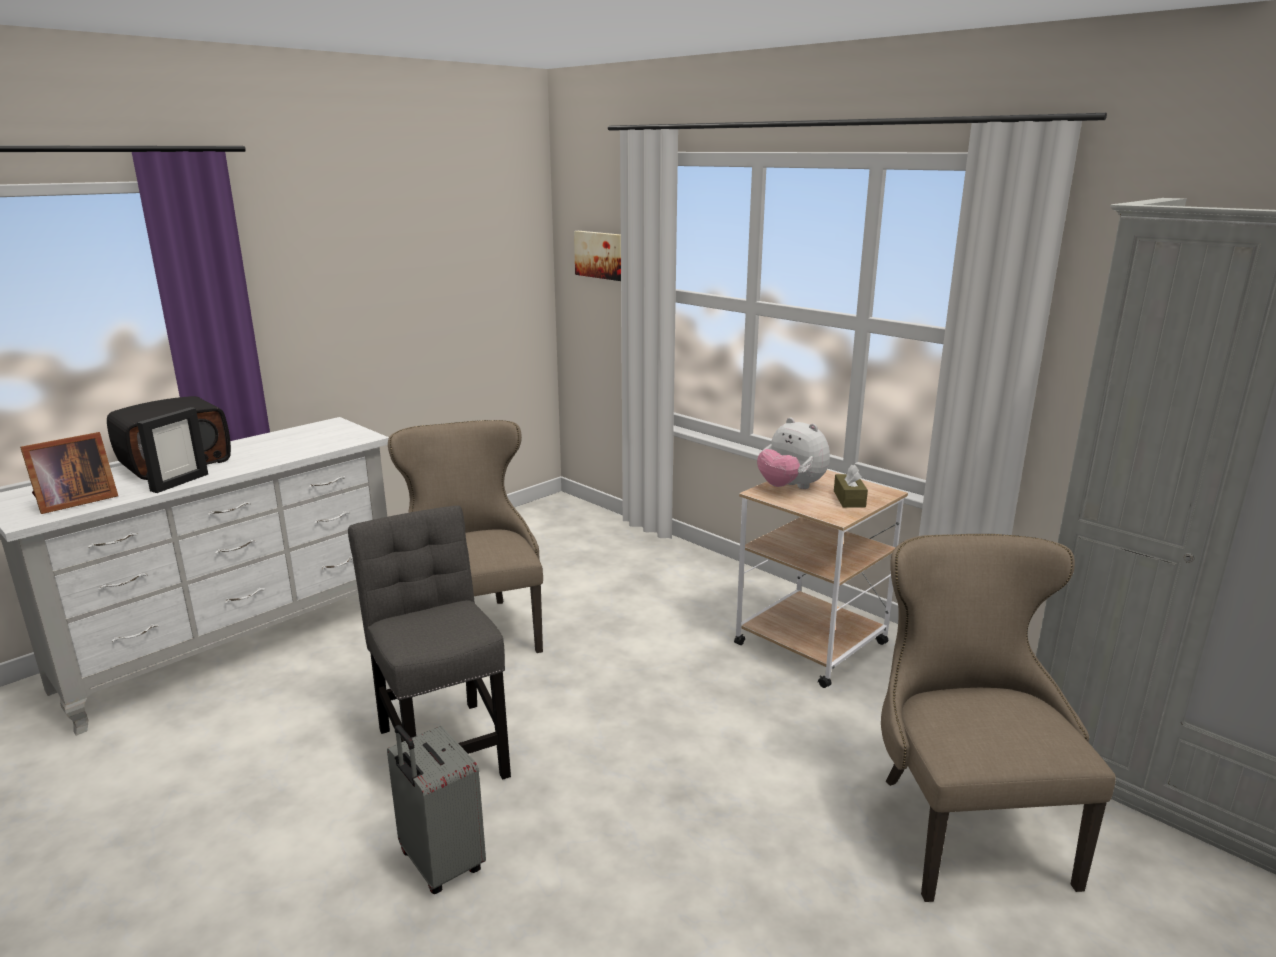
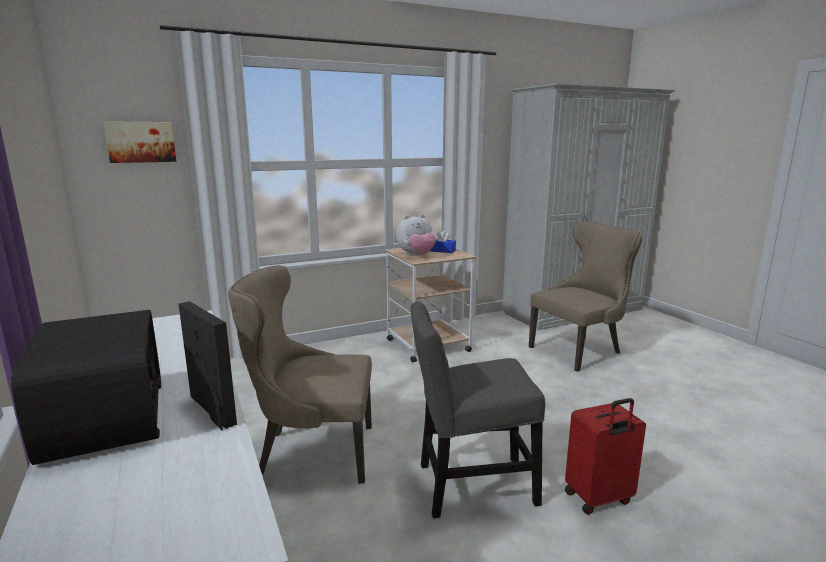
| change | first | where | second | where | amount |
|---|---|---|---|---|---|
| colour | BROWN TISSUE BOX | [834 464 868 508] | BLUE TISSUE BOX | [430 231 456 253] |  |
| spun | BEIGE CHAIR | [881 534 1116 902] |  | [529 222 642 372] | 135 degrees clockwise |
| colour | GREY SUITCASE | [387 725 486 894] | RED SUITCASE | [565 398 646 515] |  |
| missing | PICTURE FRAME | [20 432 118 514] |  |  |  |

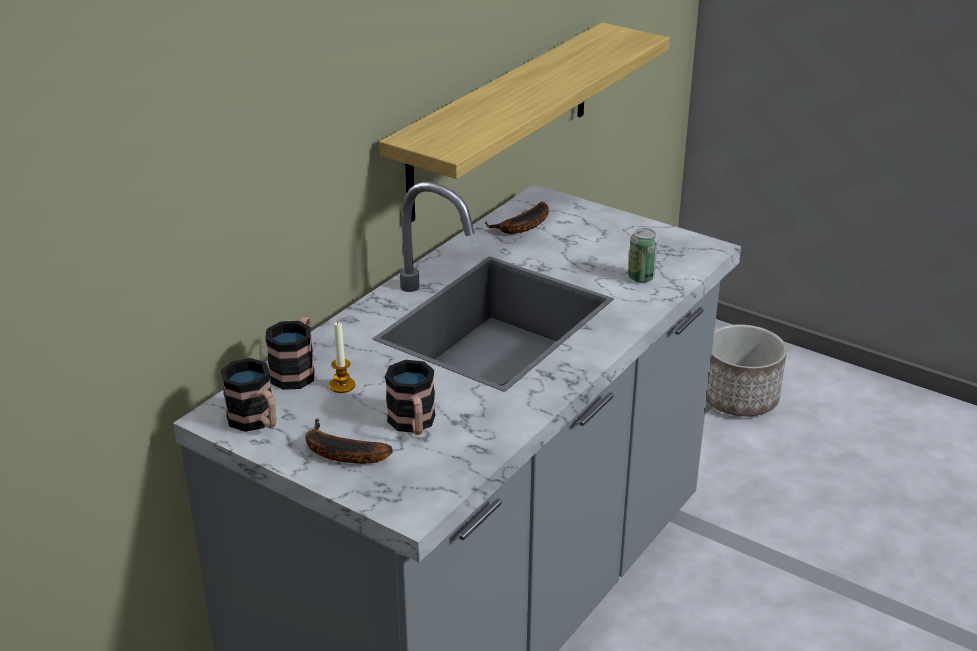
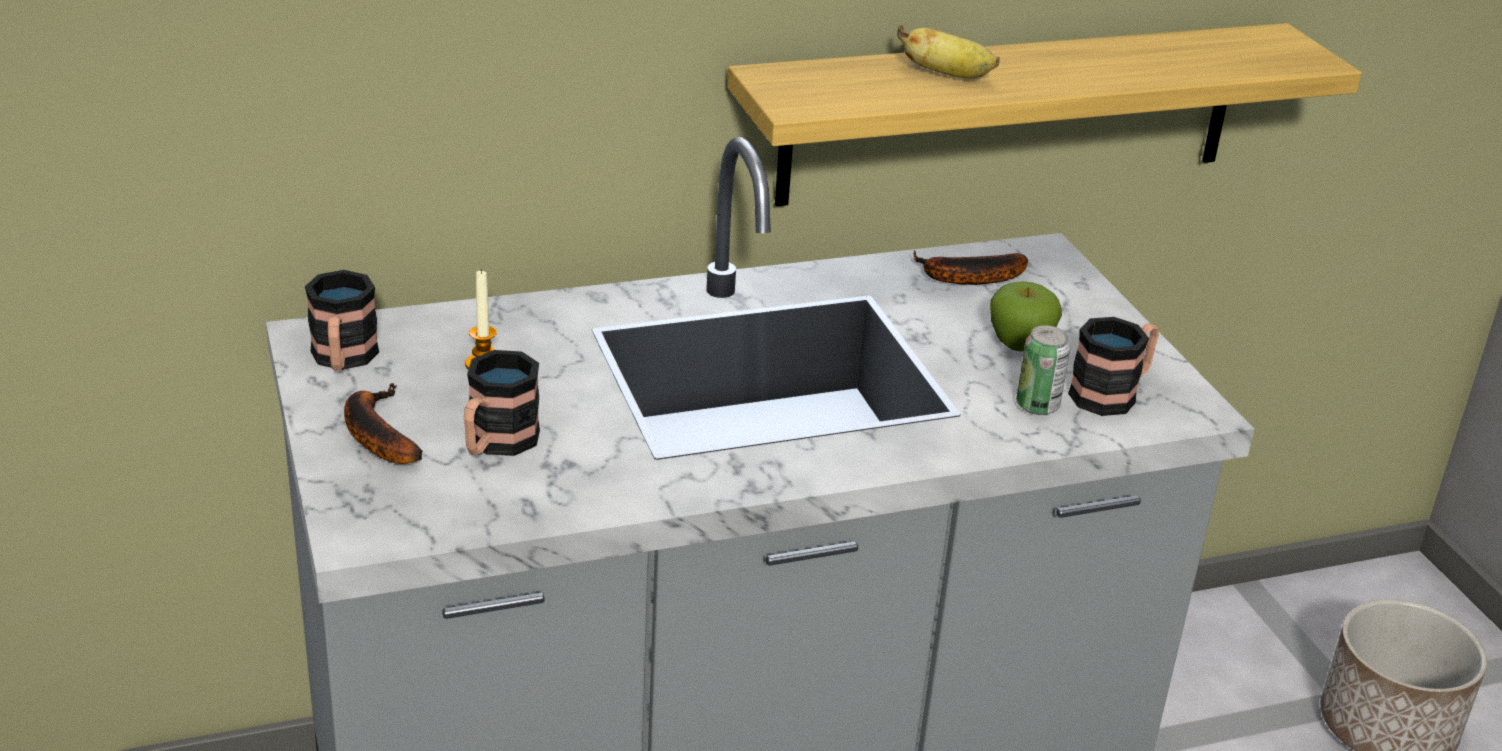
| change | first | where | second | where | amount |
|---|---|---|---|---|---|
| appeared |  |  | BANANA | [897 25 1000 78] |  |
| appeared |  |  | APPLE | [990 281 1062 351] |  |
| relocated | MUG | [265 316 315 390] |  | [1068 317 1159 416] |  |

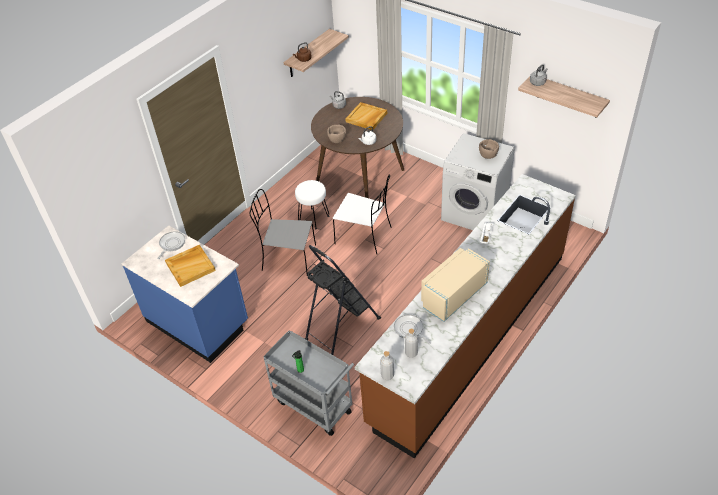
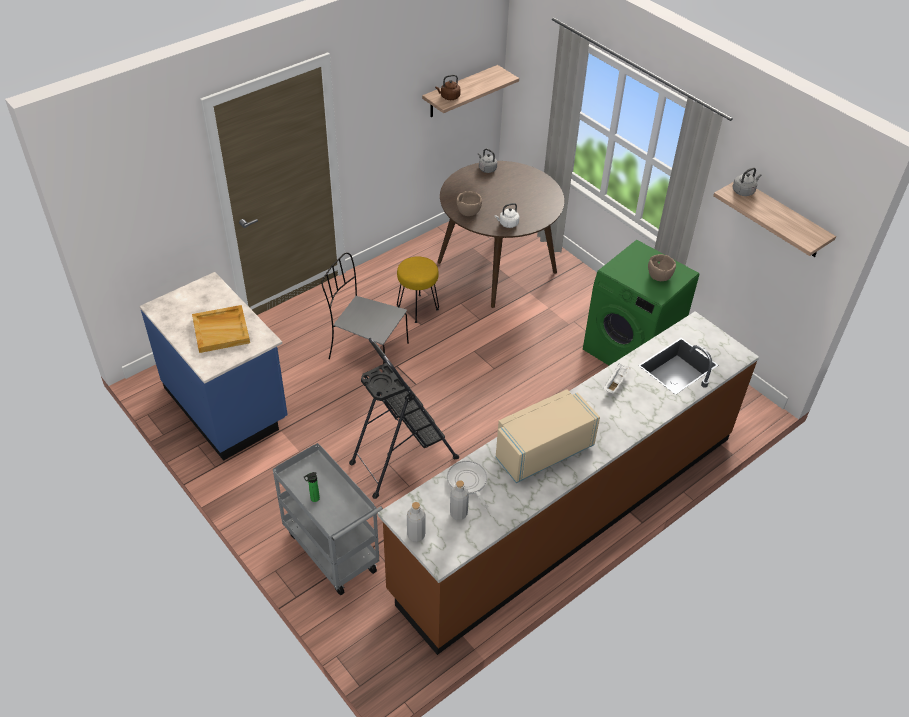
| change | first | where | second | where | amount |
|---|---|---|---|---|---|
| colour | WHITE STOOL | [295 180 329 229] | YELLOW STOOL | [397 256 439 323] |  |
| colour | WHITE WASHING MACHINE | [441 133 515 230] | GREEN WASHING MACHINE | [583 240 700 365] |  |
| missing | FRYING PAN | [157 231 185 259] |  |  |  |
| missing | WHITE CHAIR | [333 174 392 254] |  |  |  |
| missing | BEIGE TRAY | [345 102 387 130] |  |  |  |

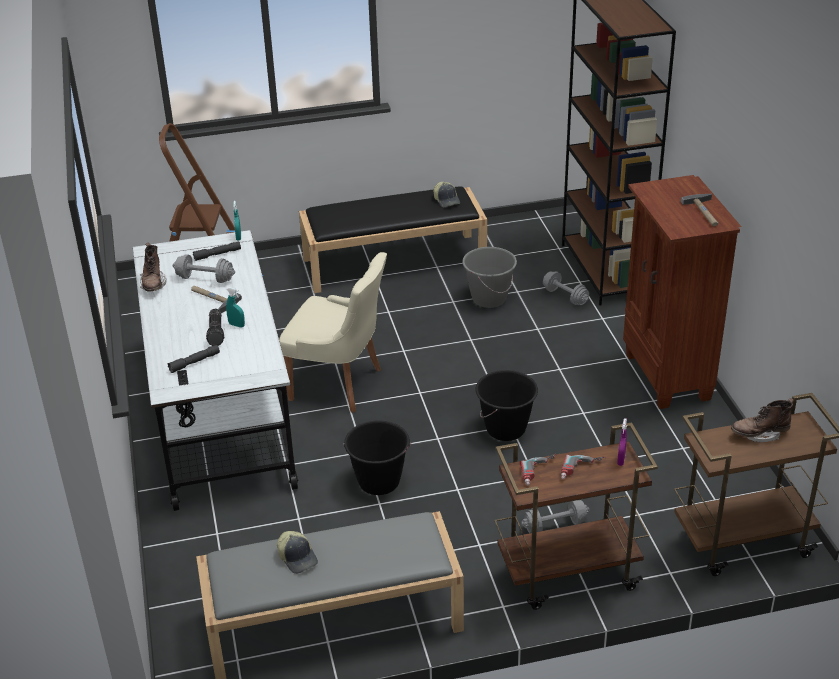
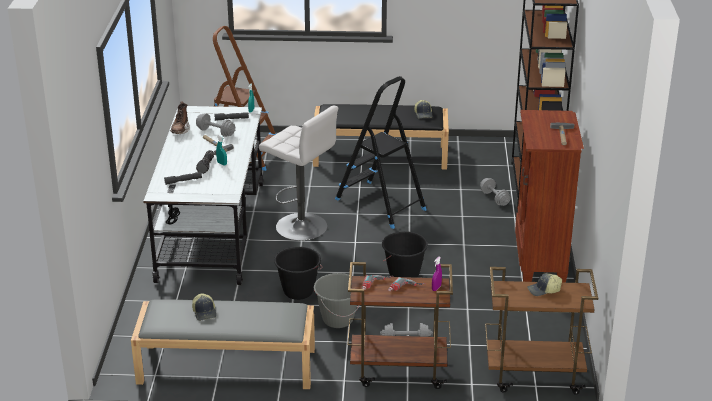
| change | first | where | second | where | amount |
|---|---|---|---|---|---|
| exchanged | BEIGE CHAIR | [279 252 387 413] | WHITE STOOL | [259 105 338 241] |  |
| relocated | GREY BUCKET | [462 247 517 308] |  | [314 273 359 328] |  |
| appeared |  |  | BLACK STEP LADDER | [335 76 426 229] |  |
| exchanged | BROWN BOOT | [731 398 794 442] | CAP | [527 274 562 296] |  |

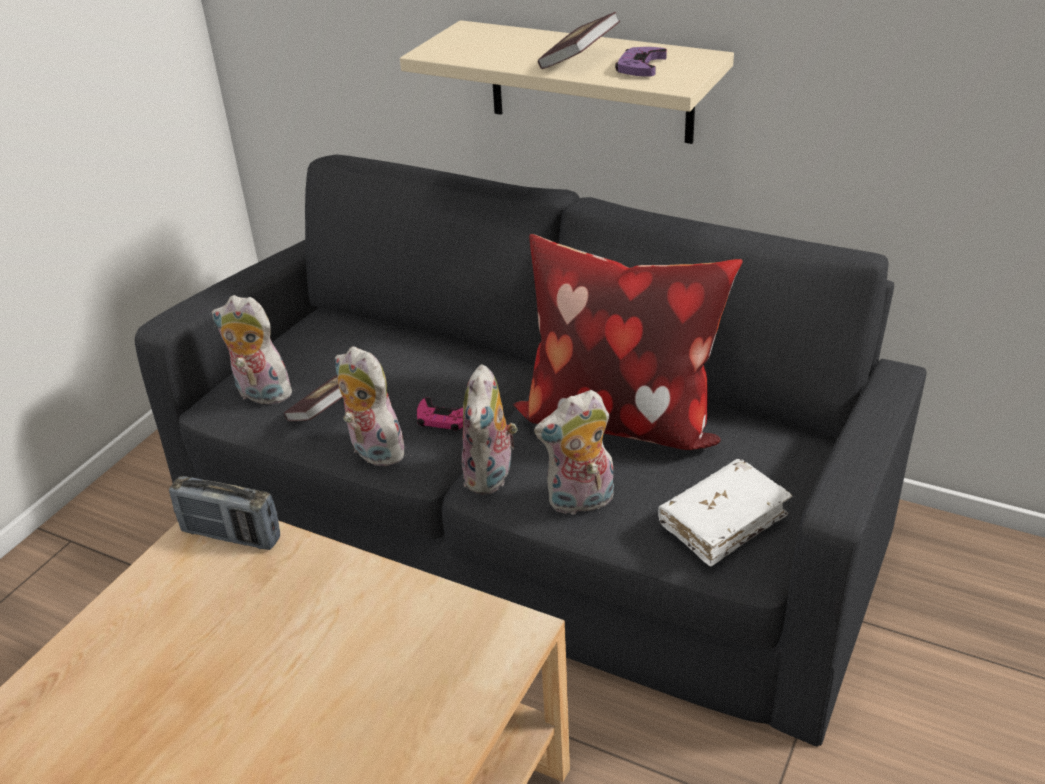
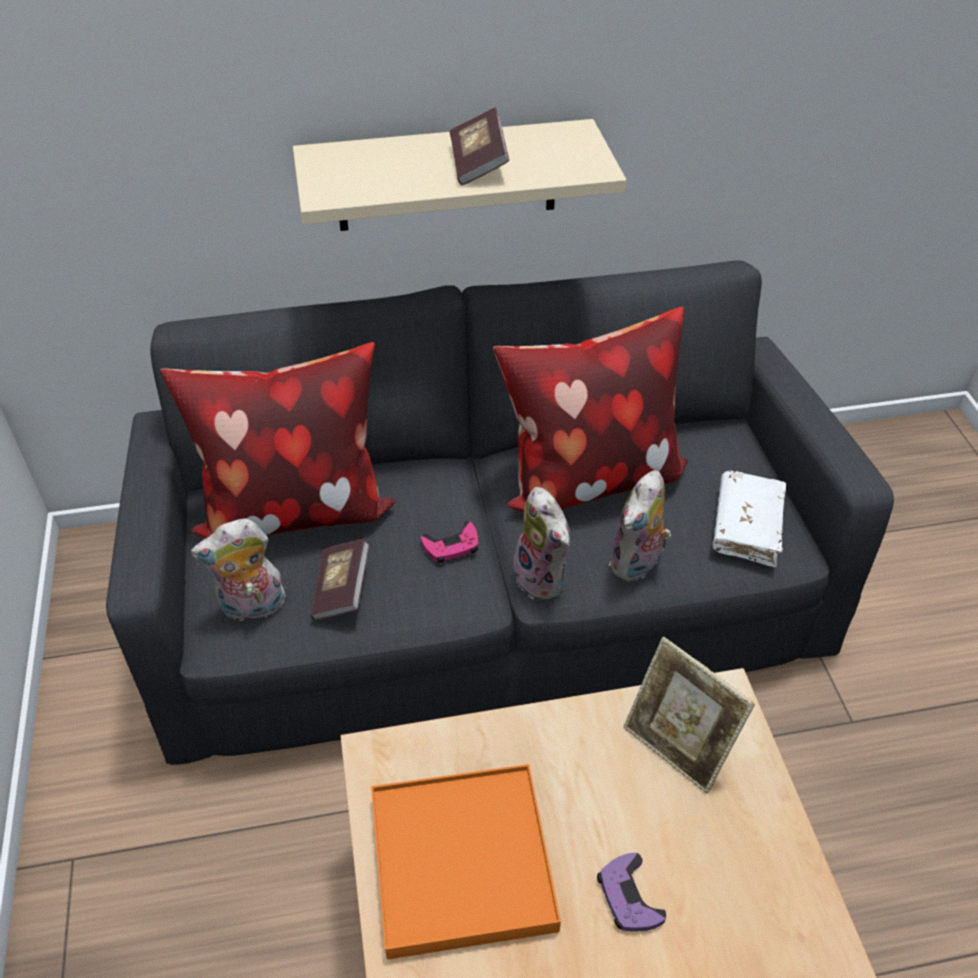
| change | first | where | second | where | amount |
|---|---|---|---|---|---|
| appeared |  |  | PILLOW | [160 342 395 539] |  |
| appeared |  |  | ORANGE TRAY | [371 764 561 960] |  |
| relocated | PURPLE GAME CONTROLLER | [615 47 667 77] |  | [597 853 666 931] |  |
| appeared |  |  | PICTURE FRAME | [623 637 755 794] |  |
| missing | RADIO | [169 476 280 550] |  |  |  |
| missing | PLUSH TOY | [335 346 409 466] |  |  |  |

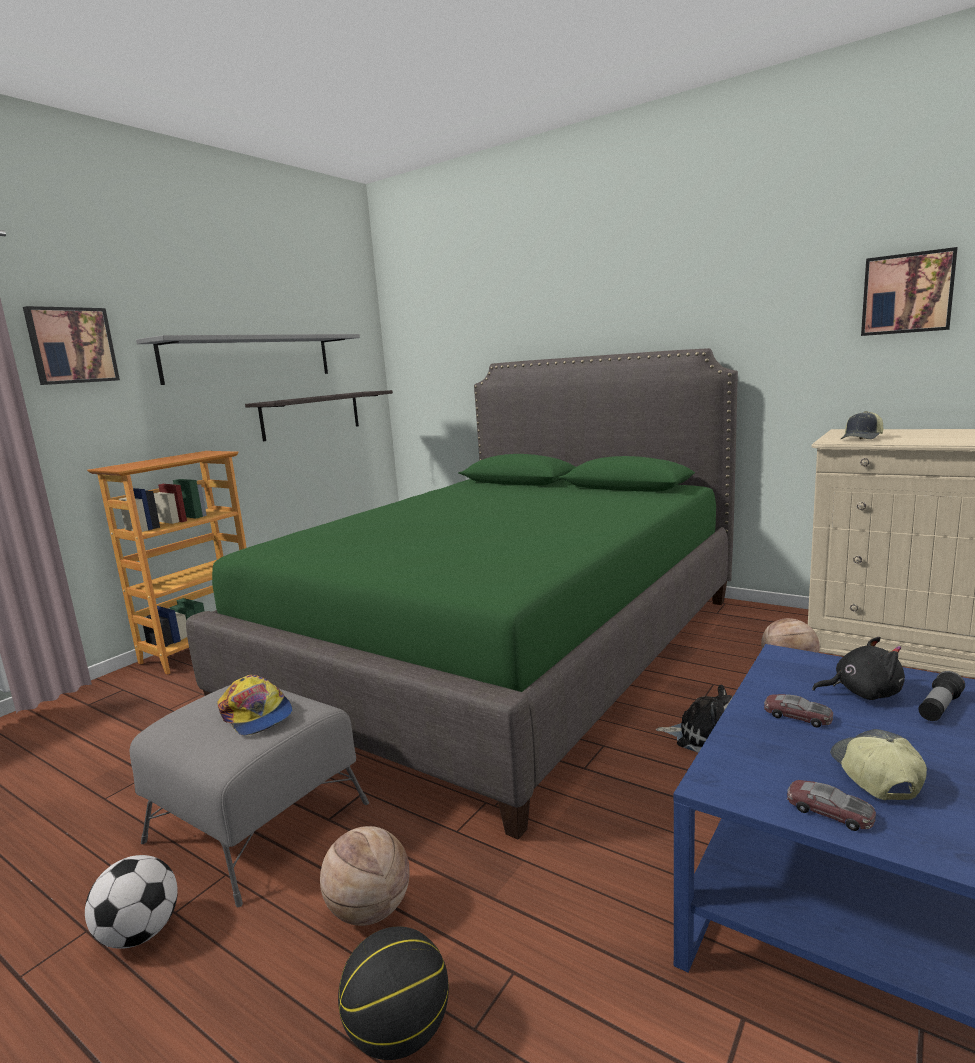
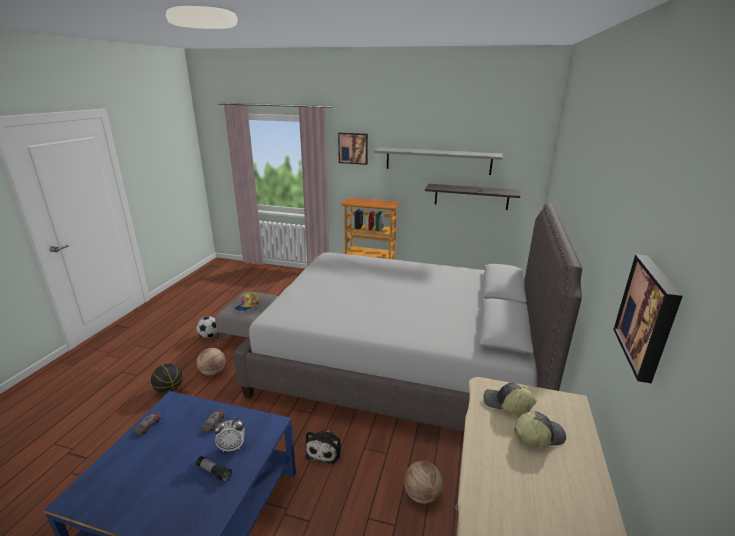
| change | first | where | second | where | amount |
|---|---|---|---|---|---|
| exchanged | BLACK PLUSH TOY | [812 637 905 700] | ALARM CLOCK | [213 417 245 452] |  |
| colour | GREEN BED | [186 348 738 840] | GREY BED | [234 203 582 431] |  |
| relocated | CAP | [831 729 927 800] |  | [514 411 566 448] |  |

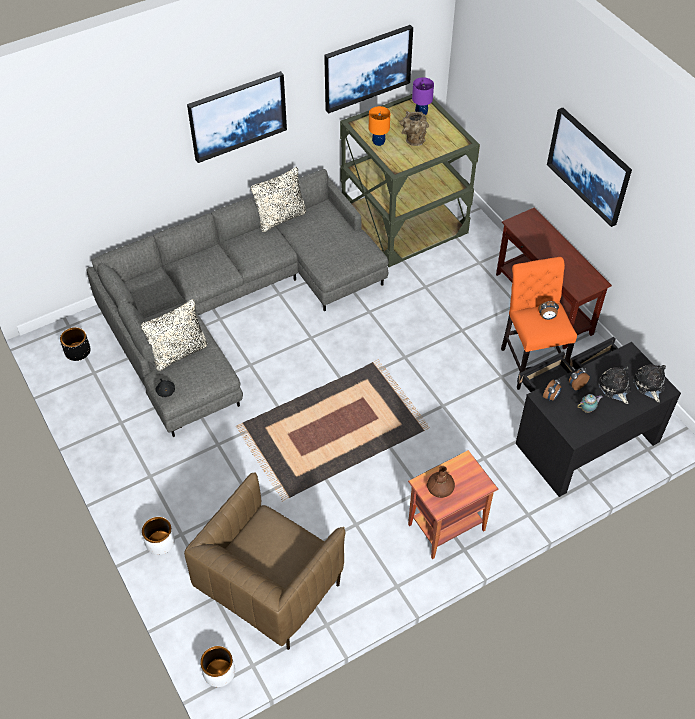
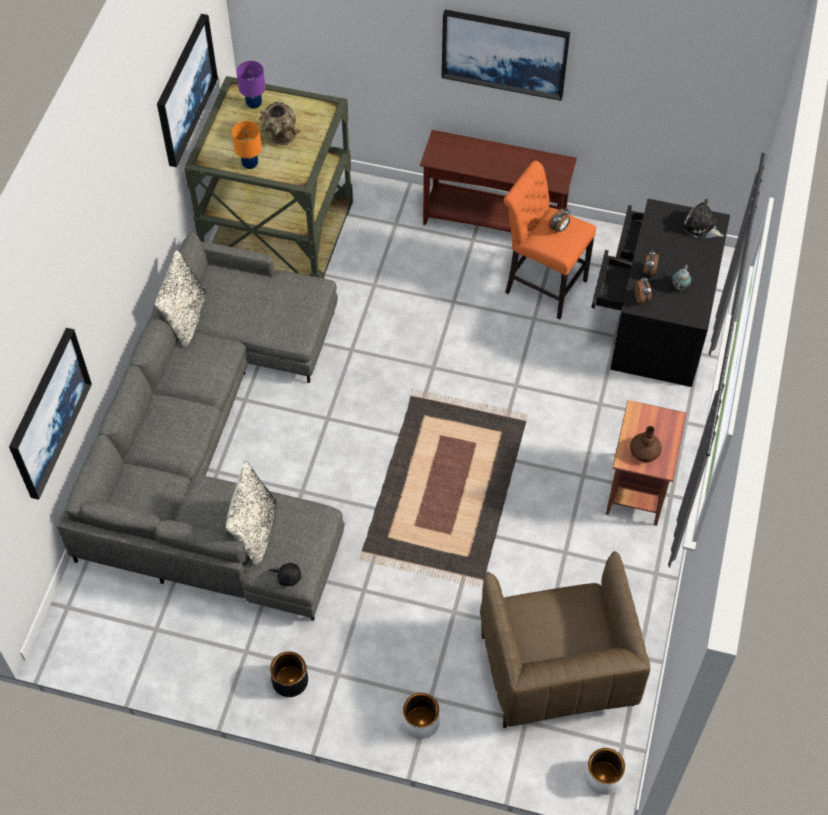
| change | first | where | second | where | amount |
|---|---|---|---|---|---|
| relocated | PICTURE | [187 71 287 163] |  | [9 328 92 500] |  |
| relocated | BLACK PLANTER | [60 327 91 361] |  | [270 651 308 697] |  |
| missing | PLUSH TOY | [598 366 631 404] |  |  |  |

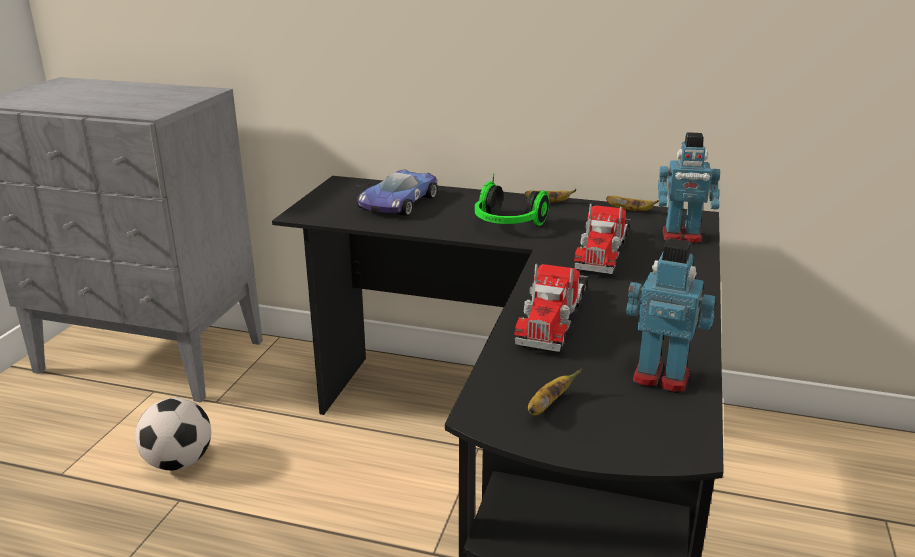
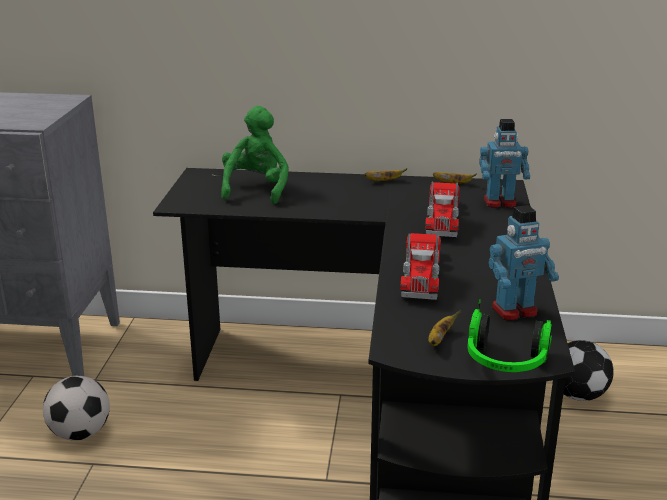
| change | first | where | second | where | amount |
|---|---|---|---|---|---|
| exchanged | TOY CAR | [357 169 438 216] | GREEN PLUSH TOY | [221 106 289 204] |  |
| relocated | HEADPHONES | [475 173 549 226] |  | [467 299 552 372] |  |
| spun | TOY ROBOT | [626 238 715 393] |  | [489 205 559 321] | 150 degrees clockwise |
| appeared |  |  | FOOTBALL | [563 340 614 401] |  |

